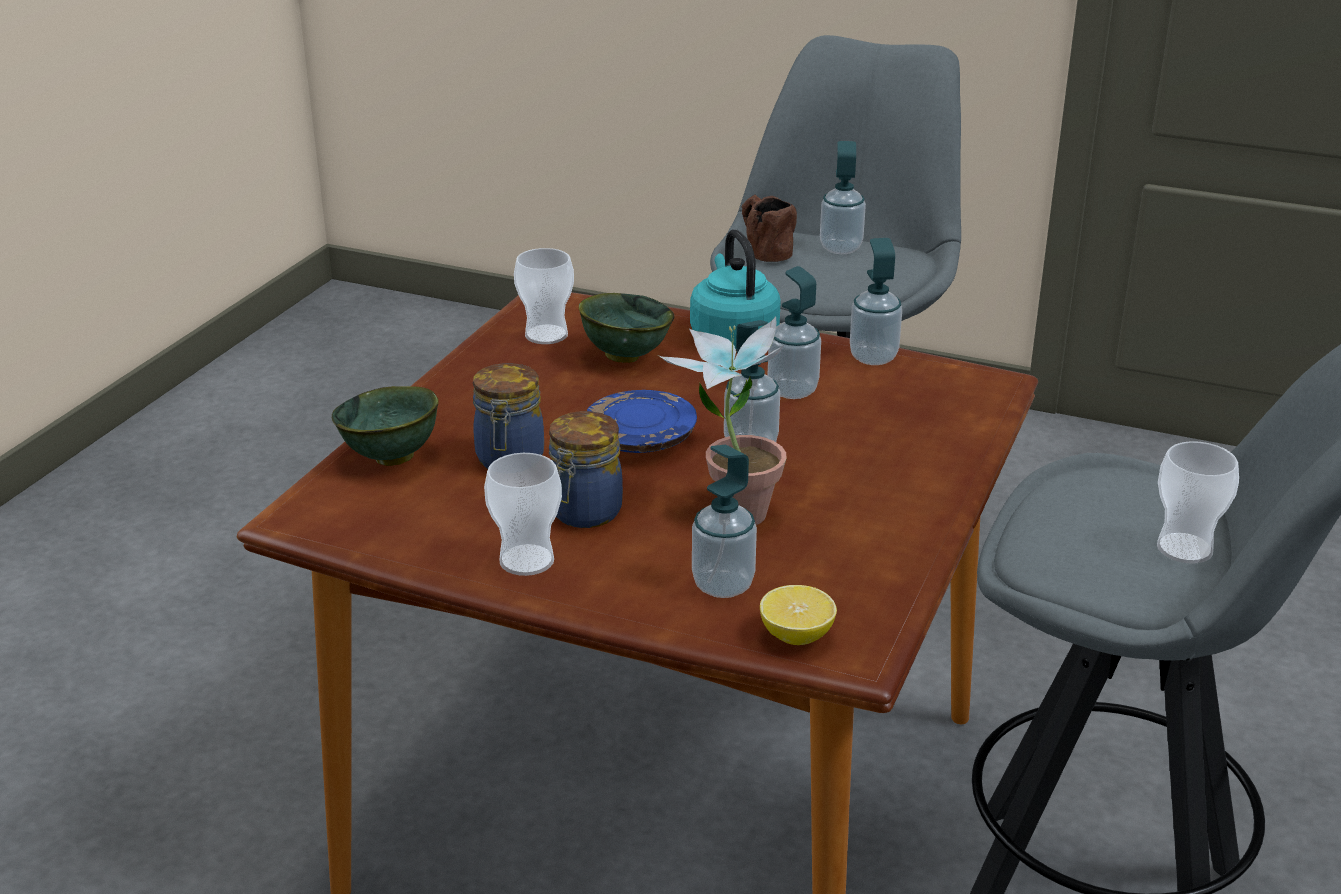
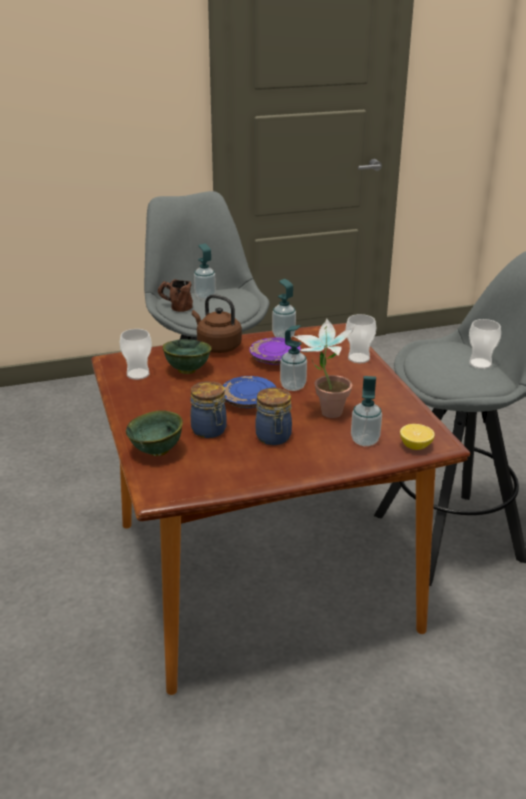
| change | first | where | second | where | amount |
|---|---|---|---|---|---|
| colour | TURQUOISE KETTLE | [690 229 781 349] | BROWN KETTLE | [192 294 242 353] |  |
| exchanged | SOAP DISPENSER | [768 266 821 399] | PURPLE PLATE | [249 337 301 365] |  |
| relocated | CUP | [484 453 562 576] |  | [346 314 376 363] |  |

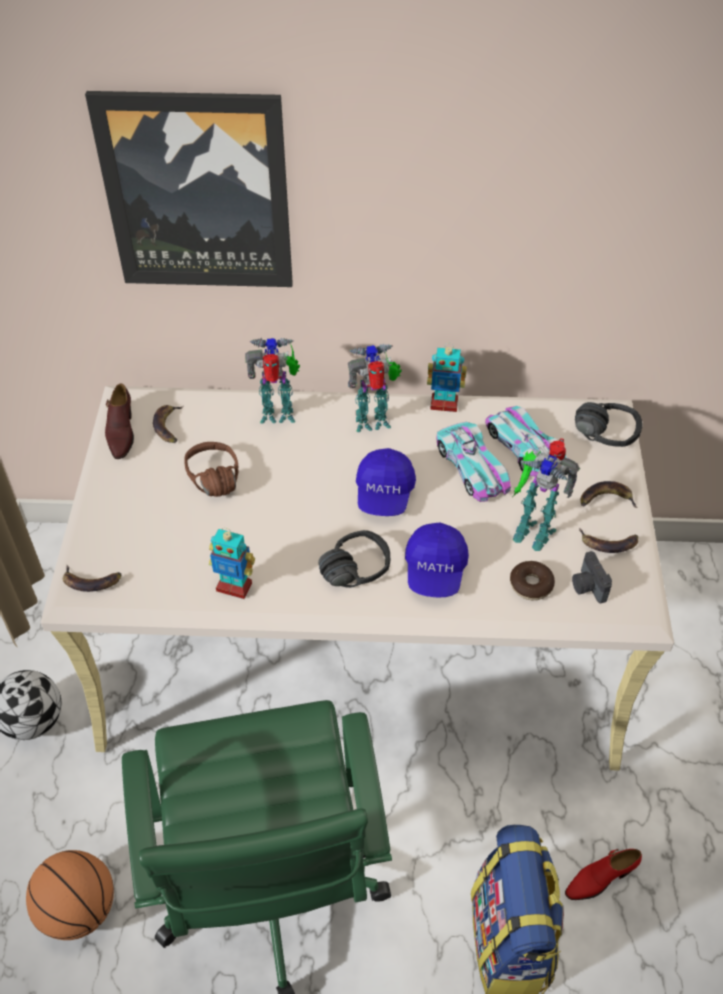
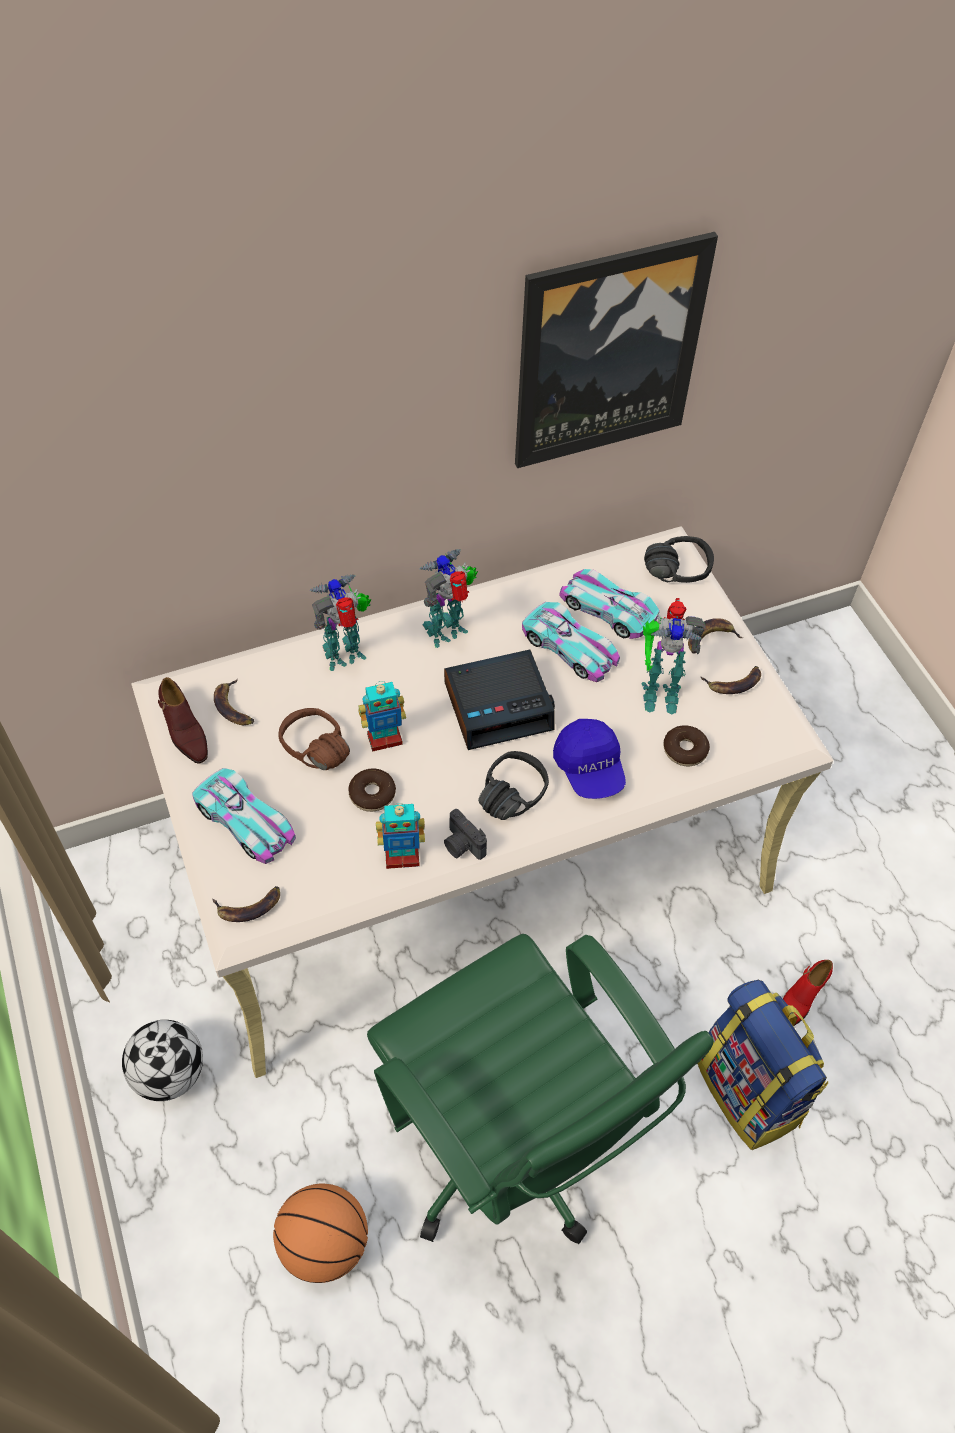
| change | first | where | second | where | amount |
|---|---|---|---|---|---|
| appeared |  |  | TOY CAR | [192 768 296 864] |  |
| appeared |  |  | DONUT | [348 768 396 812] |  |
| relocated | TOY ROBOT | [427 343 467 412] |  | [358 681 406 752] |  |
| exchanged | BLUE CAP | [356 448 416 516] | ALARM CLOCK | [444 649 555 750] |  |
| relocated | PHOTO CAMERA | [572 551 612 603] |  | [444 809 487 860] |  |
| relocated | PICTURE | [85 91 293 287] |  | [515 232 718 468] |  |

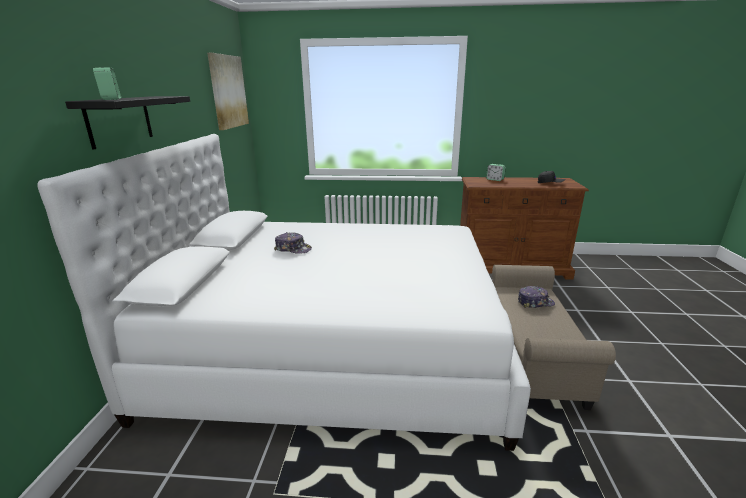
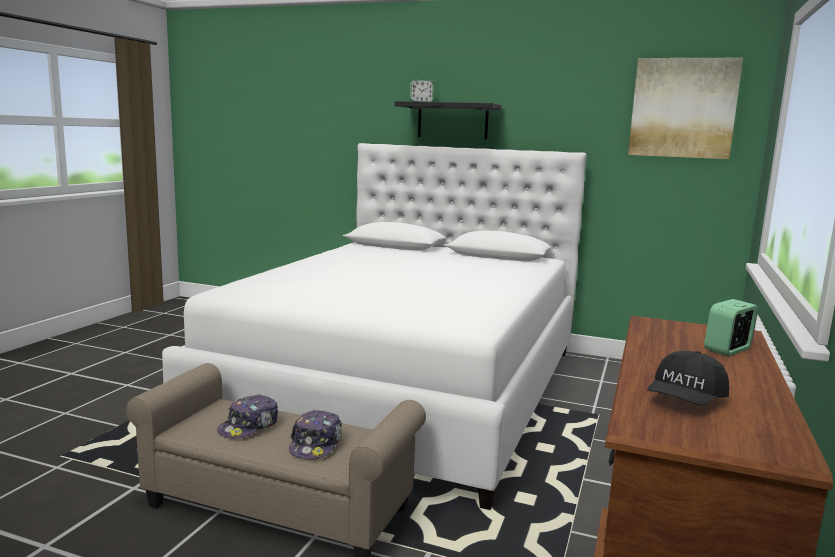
| change | first | where | second | where | amount |
|---|---|---|---|---|---|
| relocated | CAP | [274 232 312 254] |  | [217 394 278 439] |  |

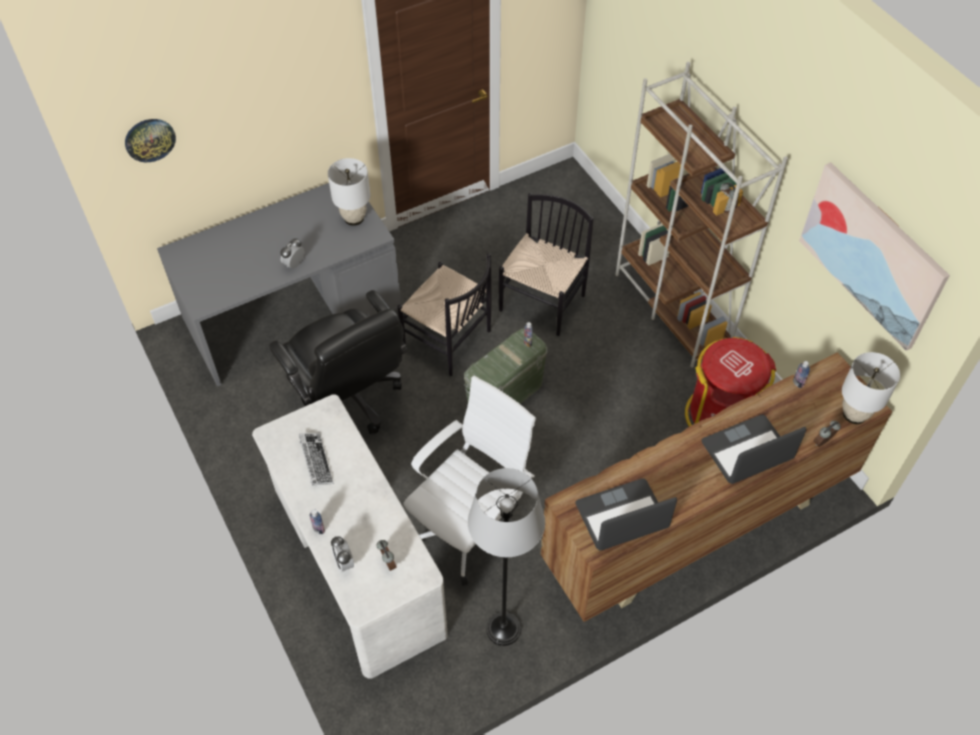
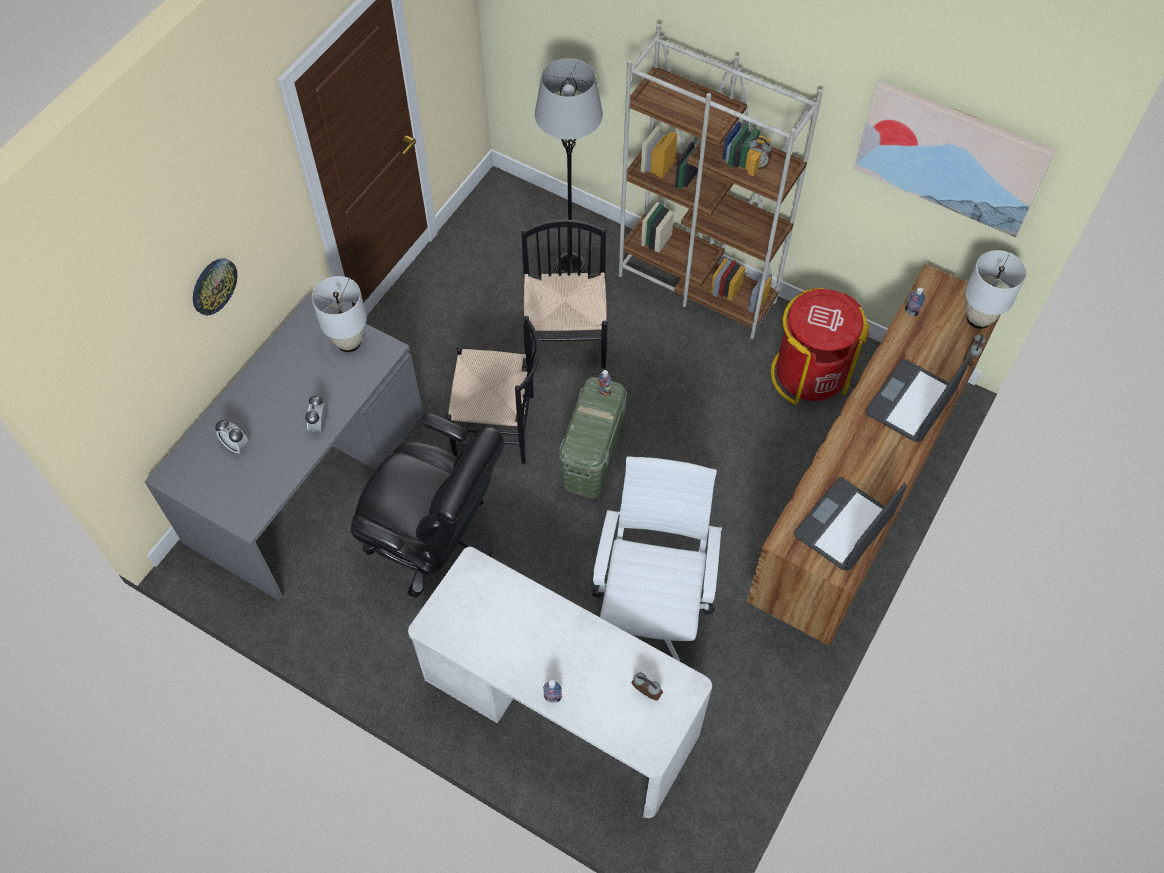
| change | first | where | second | where | amount |
|---|---|---|---|---|---|
| relocated | WALL CLOCK | [125 119 176 162] |  | [193 258 237 315] |  |
| relocated | ALARM CLOCK | [331 536 354 572] |  | [215 420 249 454] |  |
| relocated | GREY FLOOR LAMP | [468 468 545 646] |  | [534 58 603 274] |  |
| missing | KEYBOARD | [299 433 334 485] |  |  |  |

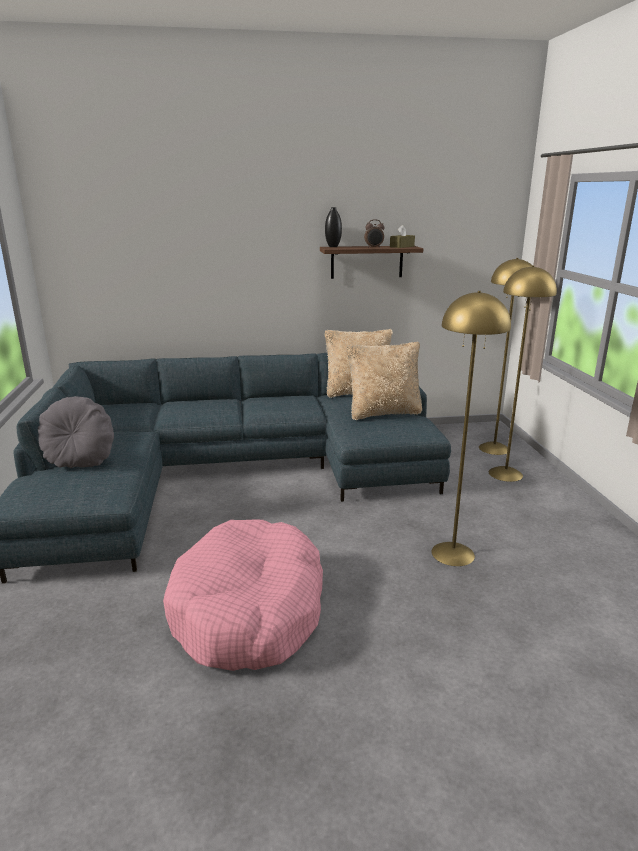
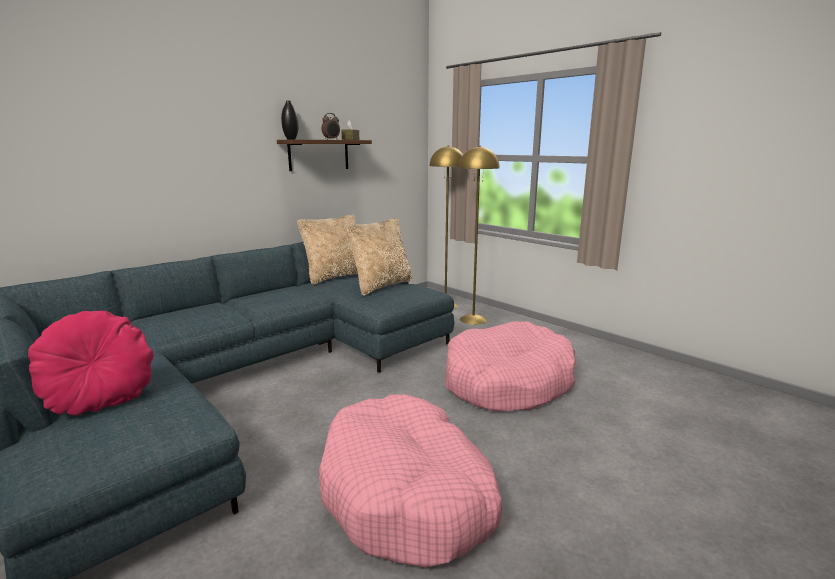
| change | first | where | second | where | amount |
|---|---|---|---|---|---|
| colour | GREY PILLOW | [38 396 114 468] | PINK PILLOW | [28 311 154 416] |  |
| exchanged | YELLOW FLOOR LAMP | [431 291 511 566] | PINK DOG BED | [445 321 576 412] |  |

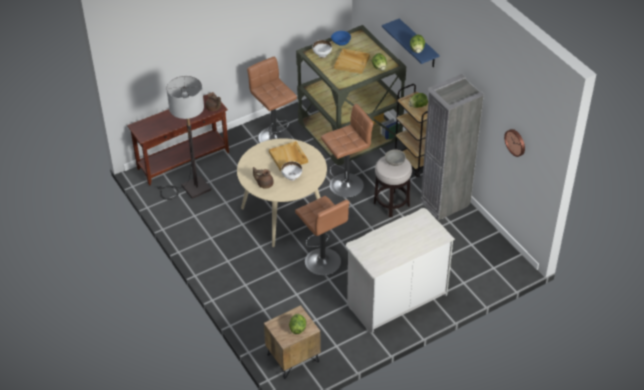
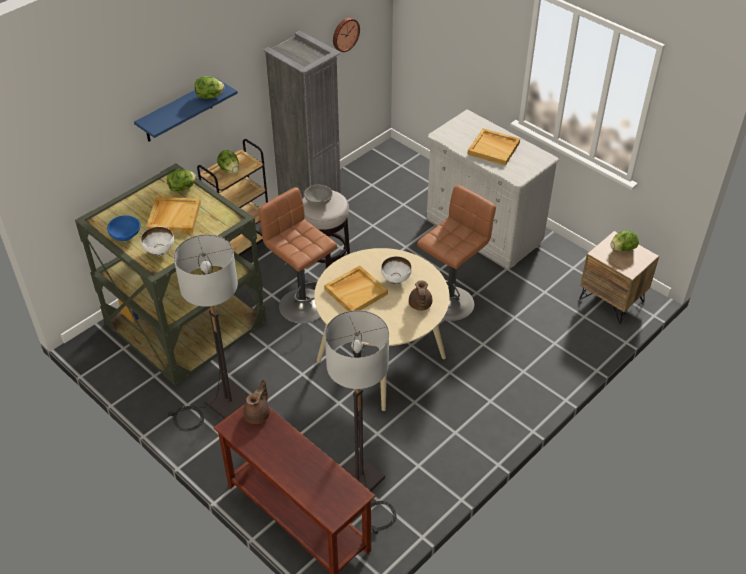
| change | first | where | second | where | amount |
|---|---|---|---|---|---|
| exchanged | BROWN STOOL | [247 57 297 143] | FLOOR LAMP | [168 234 248 431] |  |
| appeared |  |  | BEIGE TRAY | [467 128 520 166] |  |

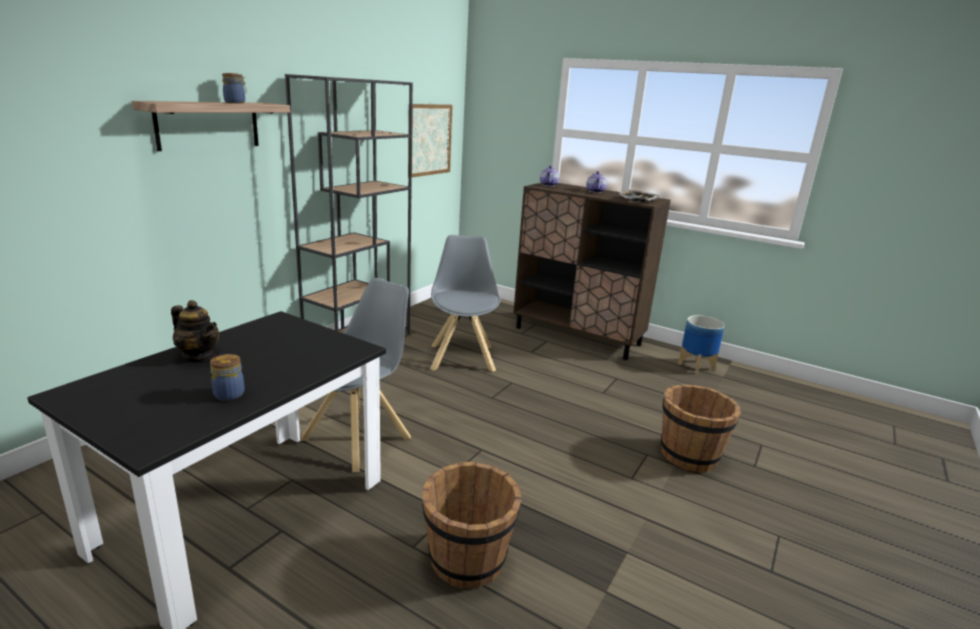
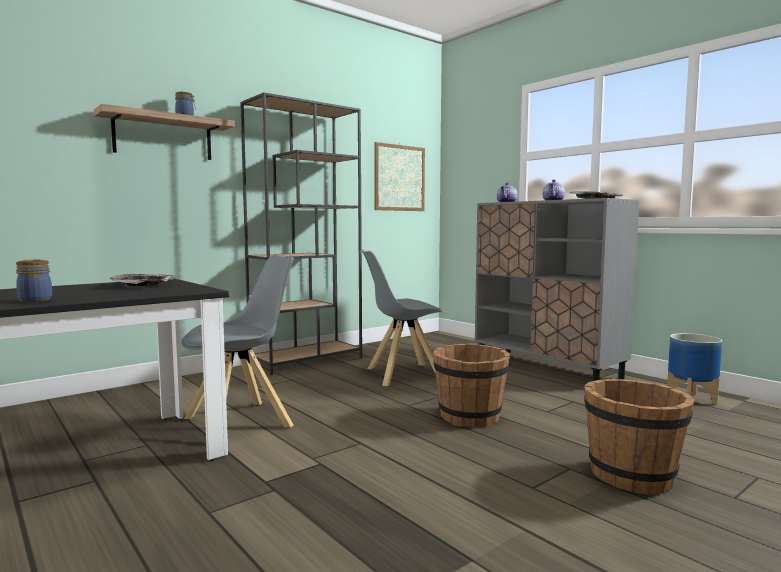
| change | first | where | second | where | amount |
|---|---|---|---|---|---|
| appeared |  |  | TRAY | [110 274 175 287] |  |
| spun | GREY CHAIR | [430 235 501 372] |  | [360 249 443 387] | 120 degrees counterclockwise |
| relocated | BROWN BUCKET | [422 461 522 589] |  | [433 344 510 427] |  |
| colour | BROWN CABINET | [513 183 671 360] | GREY CABINET | [475 198 639 381] |  |
| missing | TEAPOT | [171 300 219 361] |  |  |  |

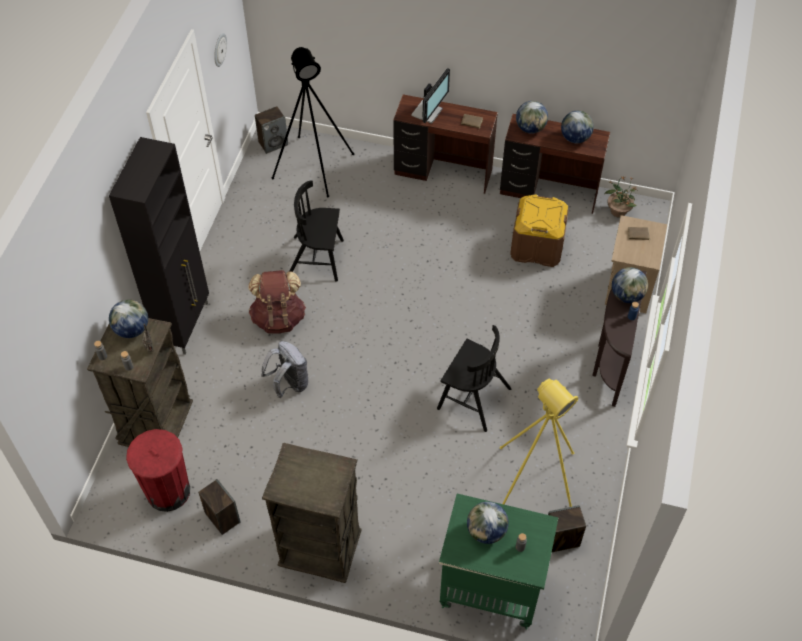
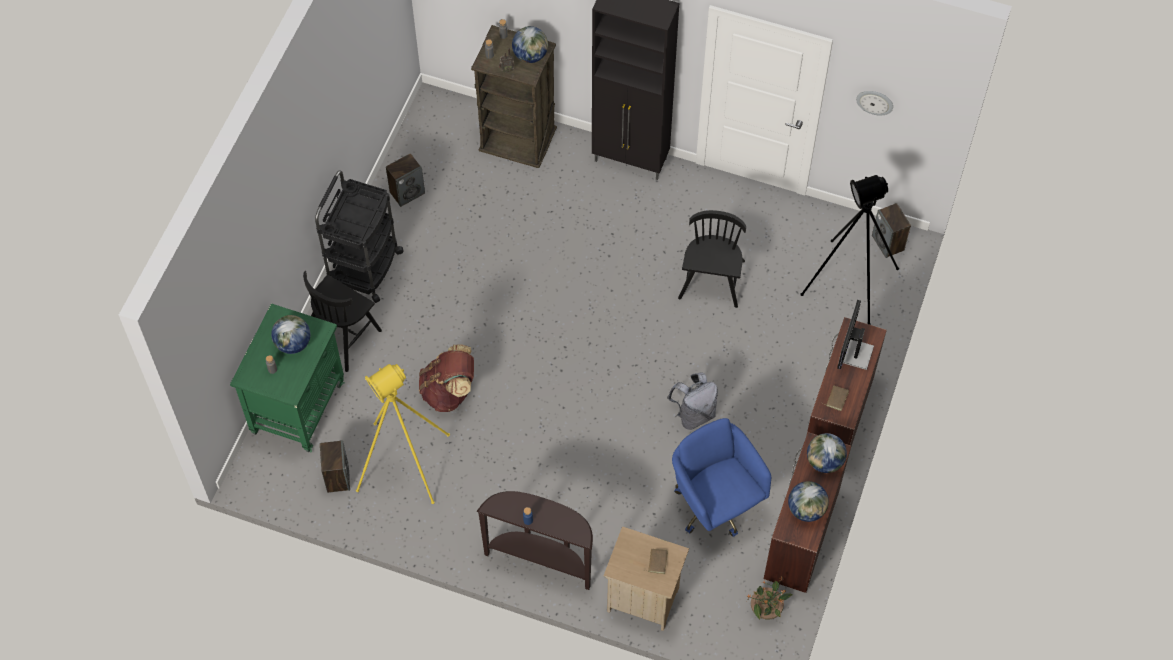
| change | first | where | second | where | amount |
|---|---|---|---|---|---|
| relocated | BLACK CHAIR | [437 325 512 432] |  | [303 271 382 372] |  |
| exchanged | BROWN BOOKCASE | [262 443 362 583] | BLACK CART | [315 170 404 303] |  |
| relocated | BROWN BACKPACK | [248 270 306 333] |  | [419 345 474 412] |  |
| relocated | GREY BACKPACK | [261 341 308 398] |  | [667 372 718 430] |  |
| exchanged | BROWN STORAGE BOX | [510 194 569 267] | BLUE OFFICE CHAIR | [672 418 771 537] |  |
| spun | MONITOR | [411 68 450 124] |  | [837 300 874 370] | 75 degrees clockwise |
| missing | RED TRASH CAN | [126 429 190 512] |  |  |  |
| missing | GLOBE | [612 267 648 303] |  |  |  |

